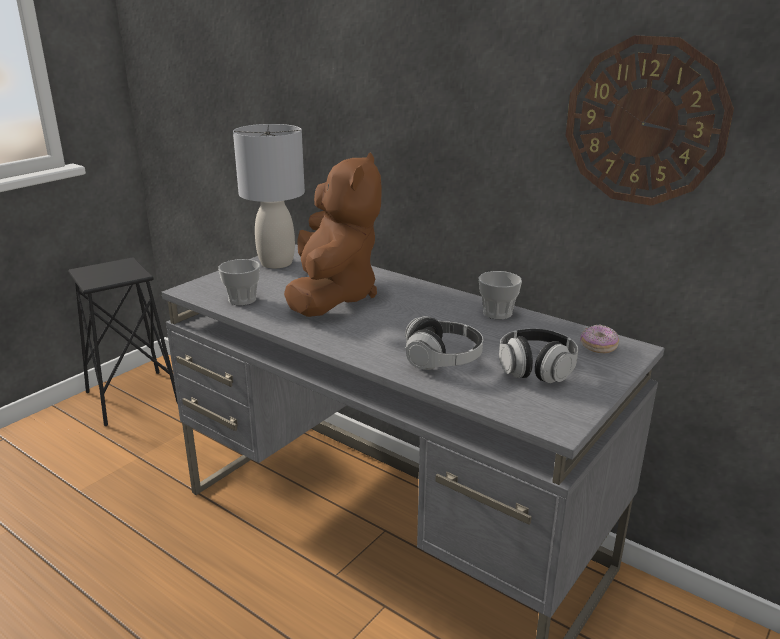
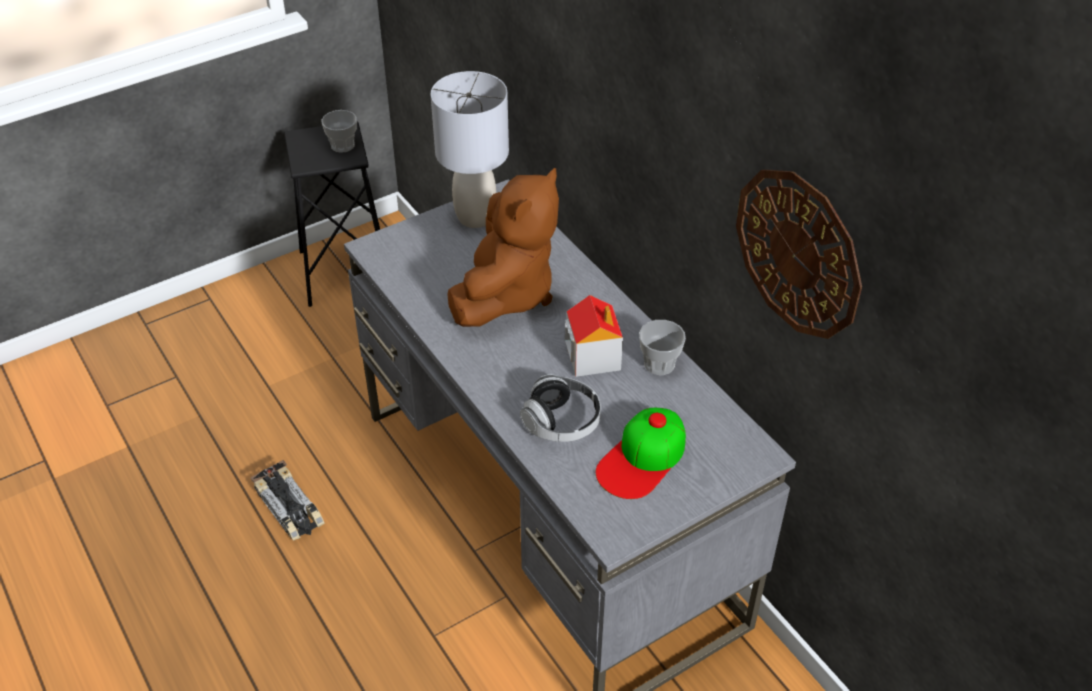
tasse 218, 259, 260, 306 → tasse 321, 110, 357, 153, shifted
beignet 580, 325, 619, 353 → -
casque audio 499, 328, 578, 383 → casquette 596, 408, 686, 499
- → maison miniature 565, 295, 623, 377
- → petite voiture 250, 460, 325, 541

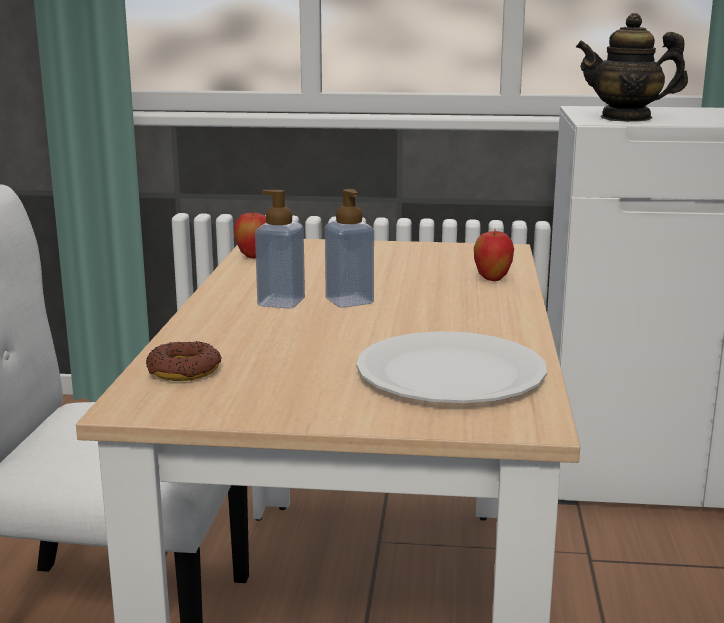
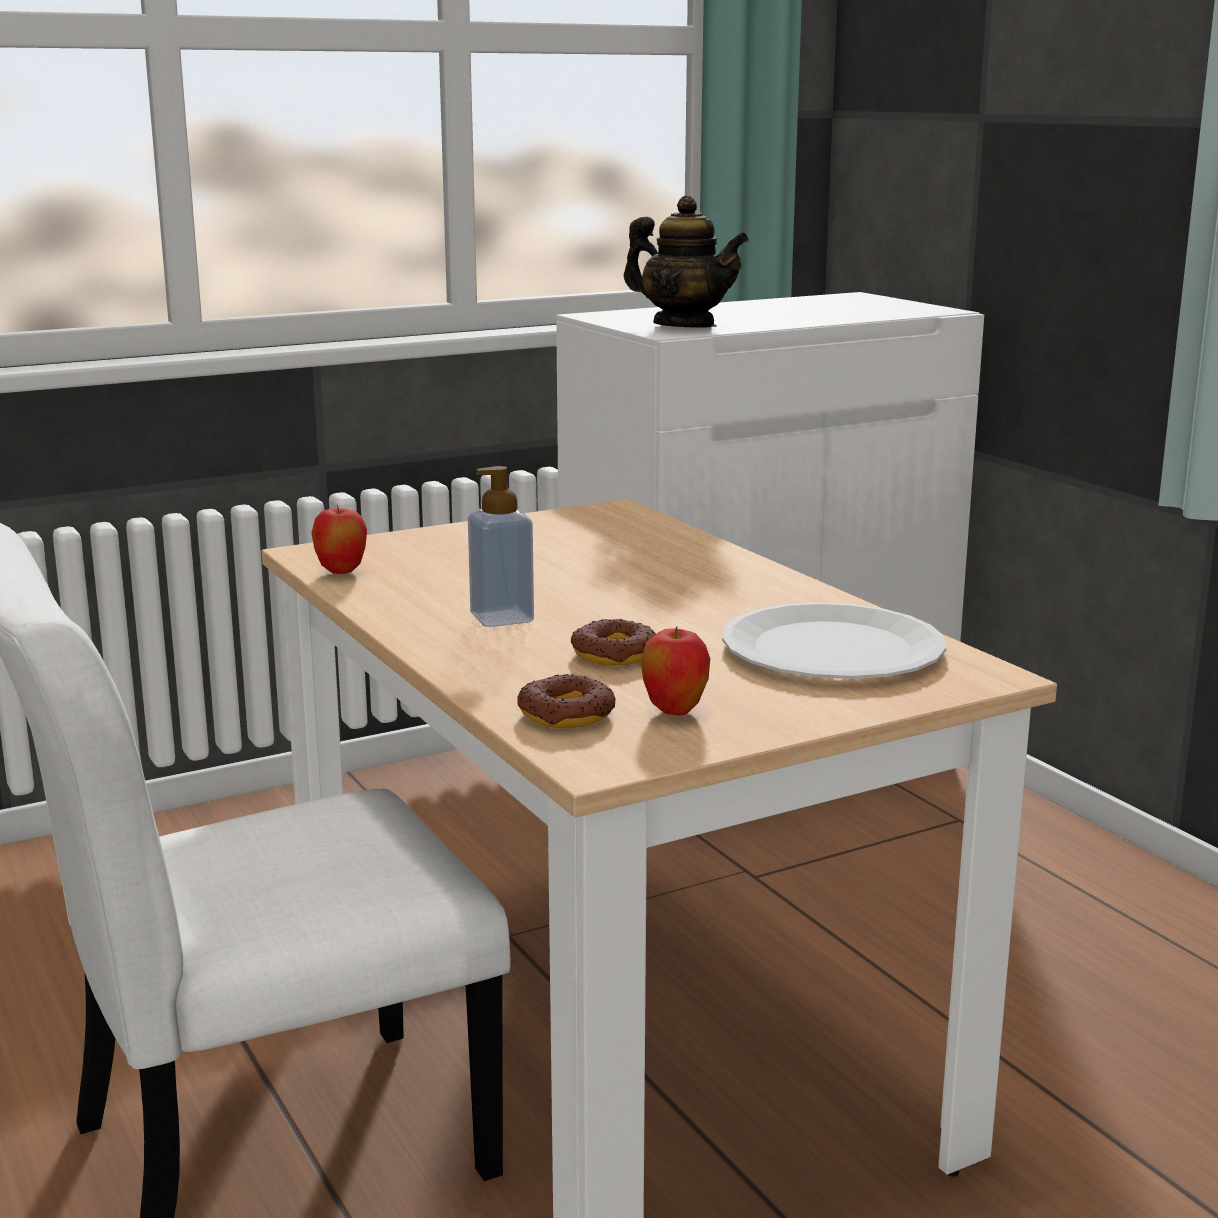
théière 576, 13, 688, 122 → théière 624, 195, 749, 328, 120 degrees counterclockwise
distributeur de savon 325, 189, 374, 308 → -
pomme 474, 229, 514, 281 → pomme 641, 626, 710, 715, shifted
- → beignet 571, 619, 656, 666

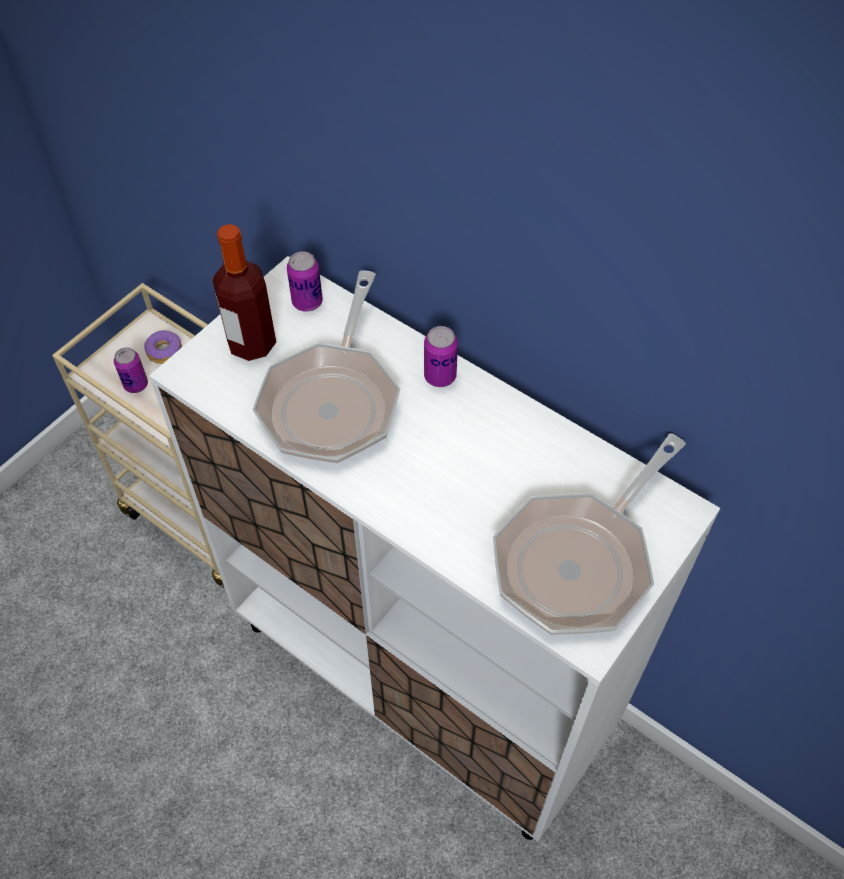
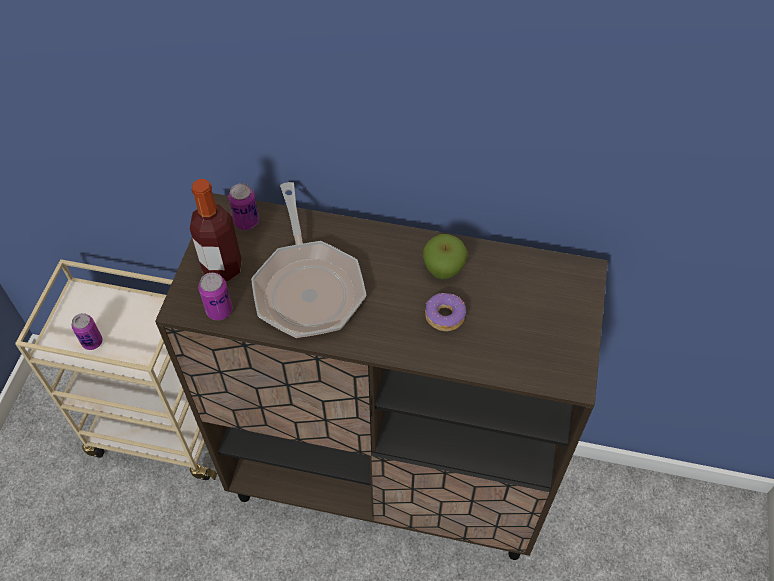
meuble de rangement/blanc 149, 256, 720, 842 → meuble de rangement/marron 155, 193, 608, 560
boîte métallique 424, 326, 458, 387 → boîte métallique 198, 273, 232, 320, shifted
beignet 144, 330, 182, 364 → beignet 425, 293, 466, 331, shifted
poêle 493, 433, 686, 635 → -
- → pomme 423, 234, 468, 280

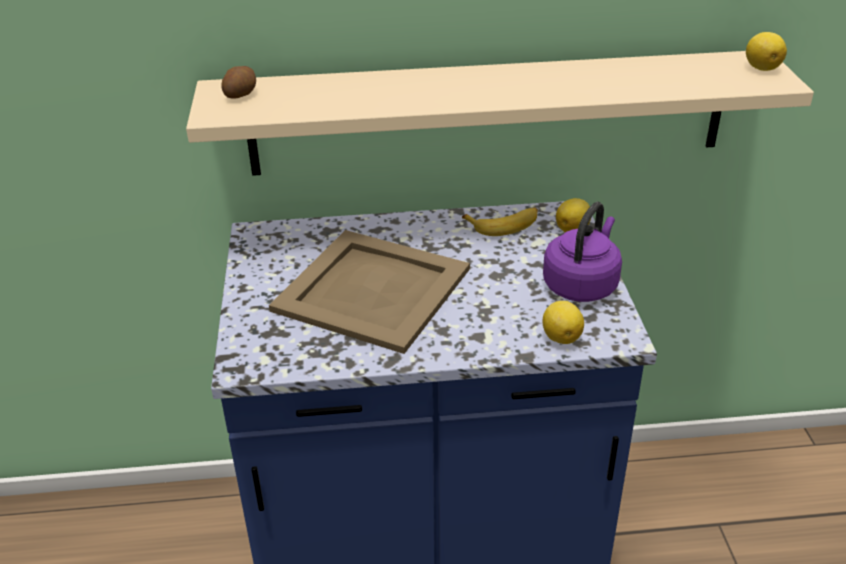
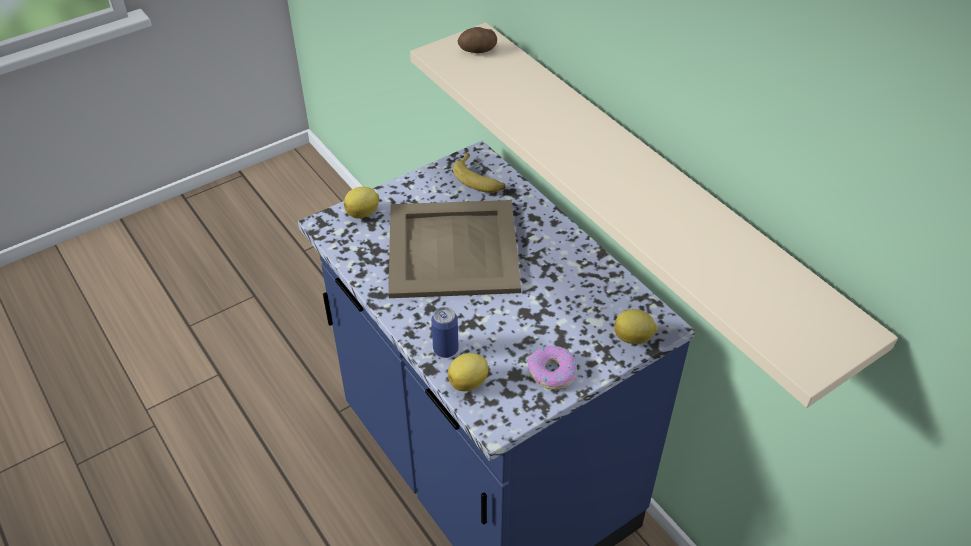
citron 746, 32, 787, 71 → citron 344, 187, 379, 218, shifted
bouilloire/violet 543, 202, 622, 302 → beignet 528, 345, 577, 389
banane 462, 208, 538, 236 → banane 453, 153, 505, 193, shifted
- → boîte métallique 431, 307, 459, 358

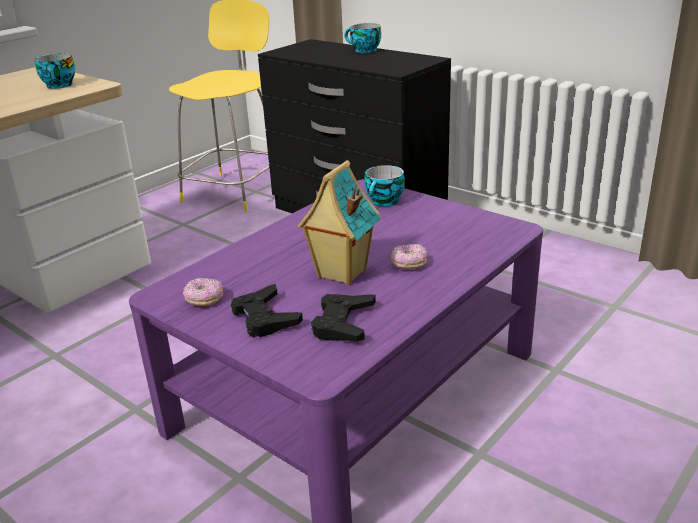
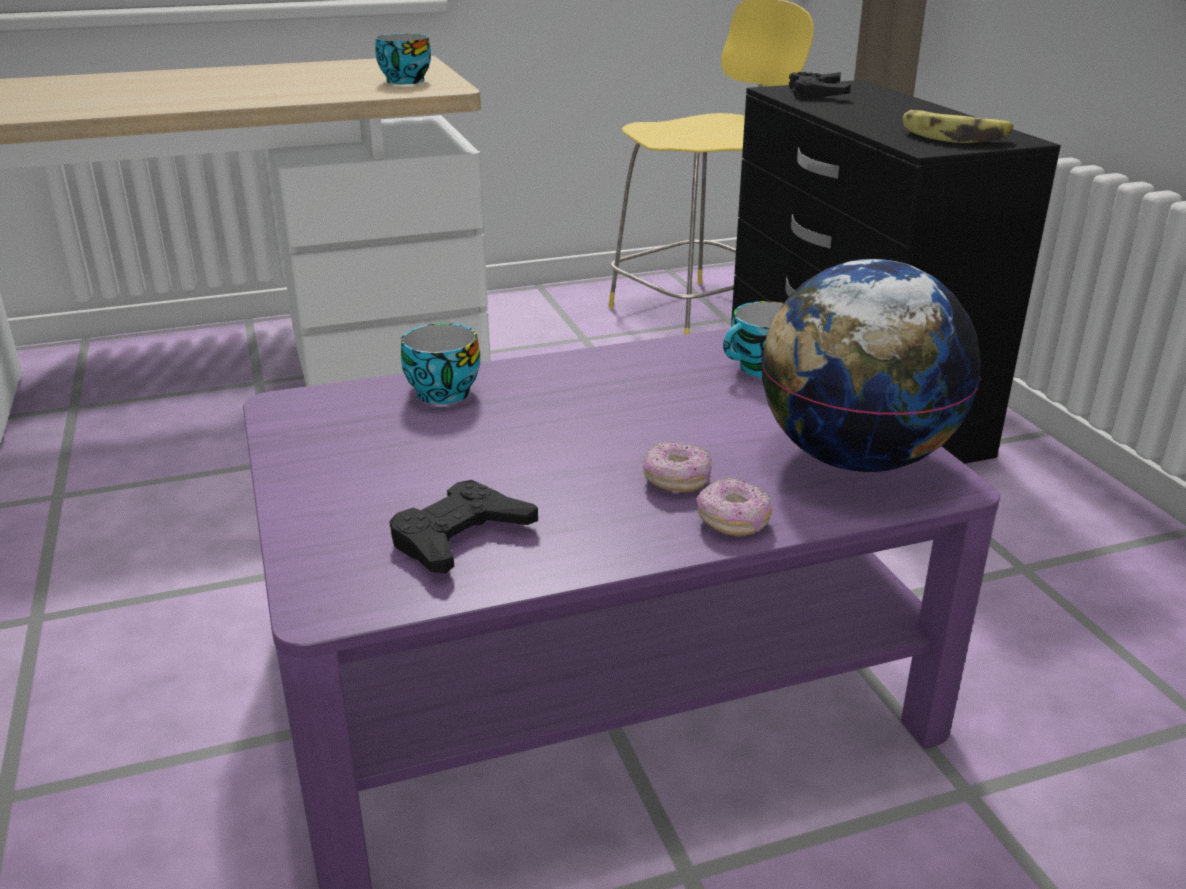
tasse 345, 23, 381, 53 → tasse 401, 323, 480, 404, shifted
maison miniature 297, 160, 381, 285 → -
beignet 183, 278, 223, 306 → beignet 696, 478, 773, 536, shifted
manette/noir 231, 284, 303, 338 → manette/noir 789, 72, 851, 98, shifted
- → banane 903, 110, 1013, 143
- → globe 761, 259, 981, 472

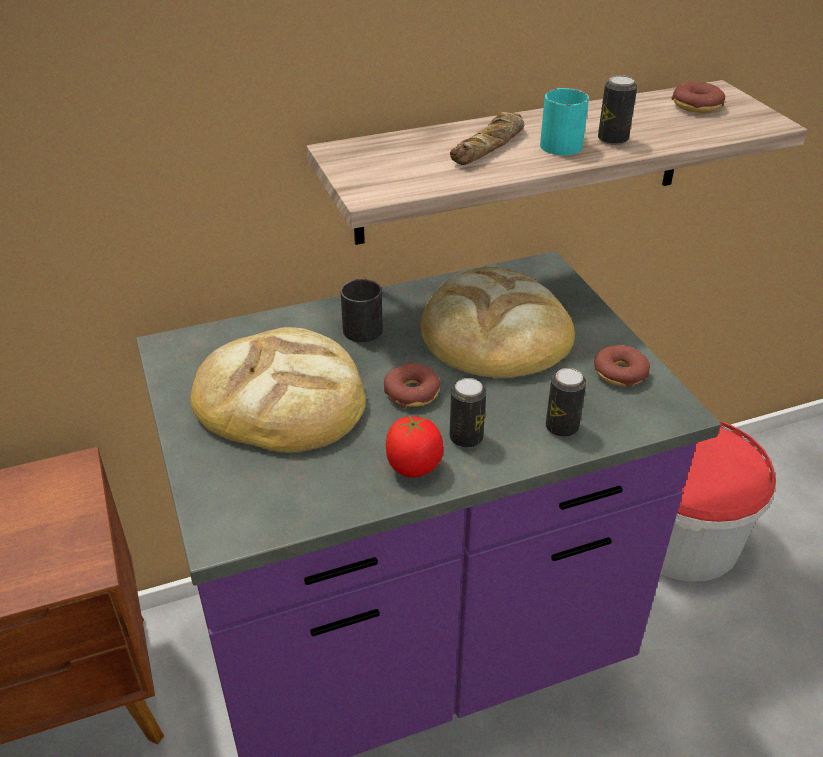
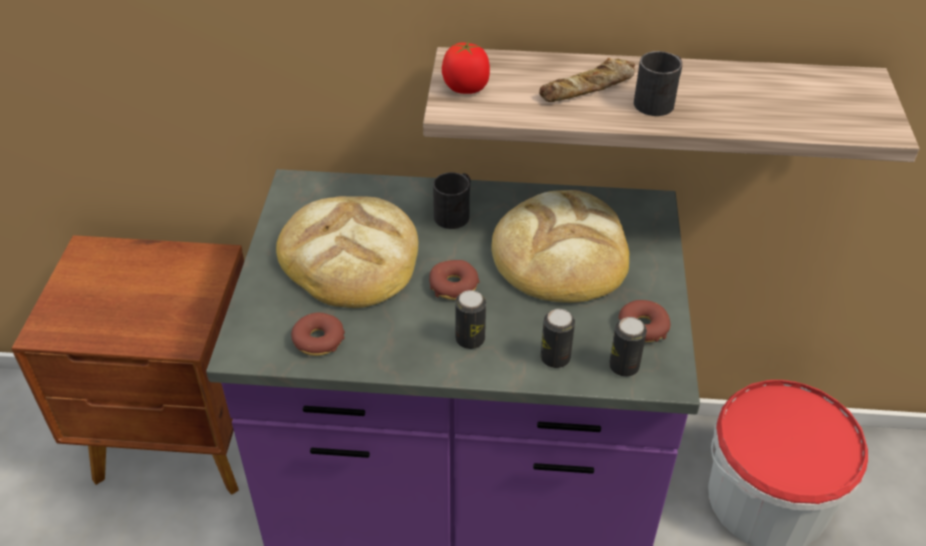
boîte métallique 598, 75, 637, 145 → boîte métallique 609, 317, 647, 377, shifted
beignet 671, 82, 725, 113 → beignet 291, 312, 345, 356, shifted
mug/turquoise 540, 88, 589, 156 → mug/noir 634, 51, 682, 116
tomate 386, 414, 443, 478 → tomate 442, 41, 490, 94, shifted

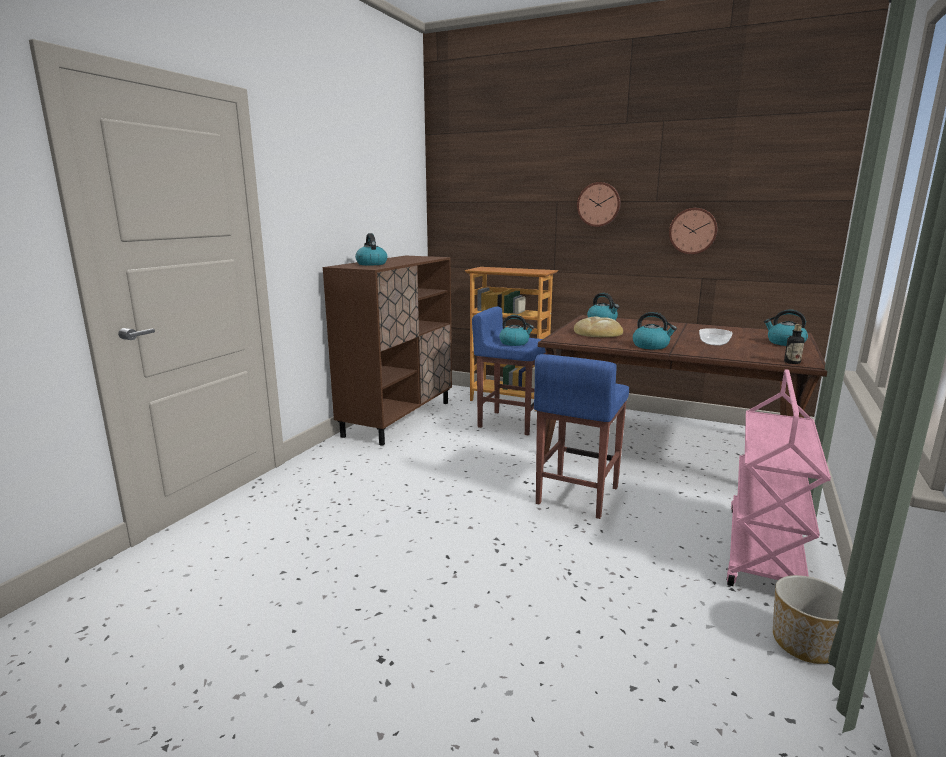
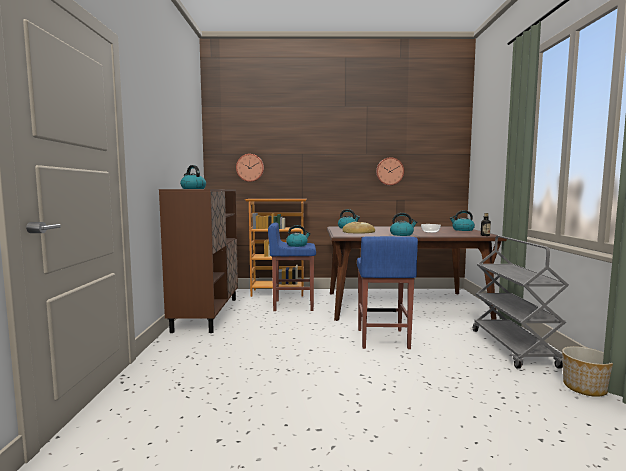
horloge murale 577, 182, 621, 227 → horloge murale 236, 154, 264, 182, shifted
chariot/rose 726, 369, 831, 586 → chariot/gris 473, 235, 569, 368

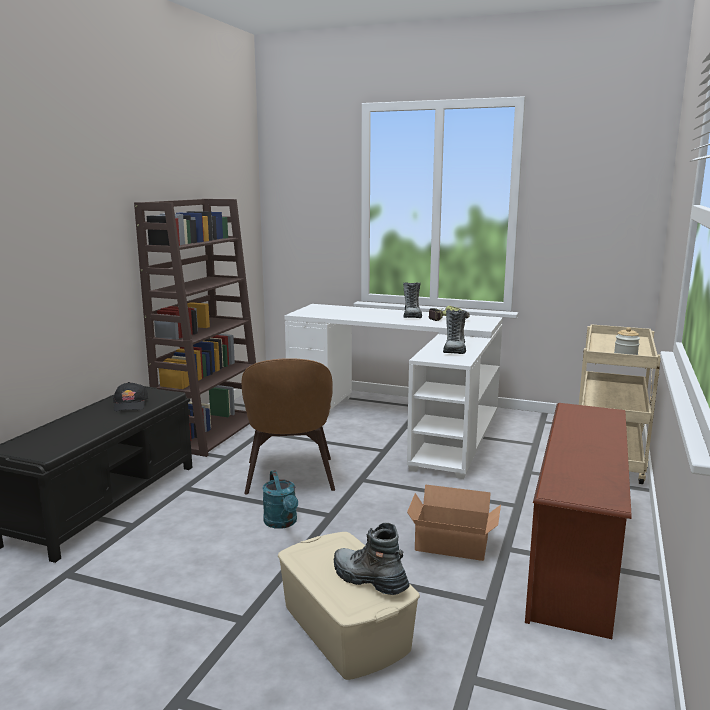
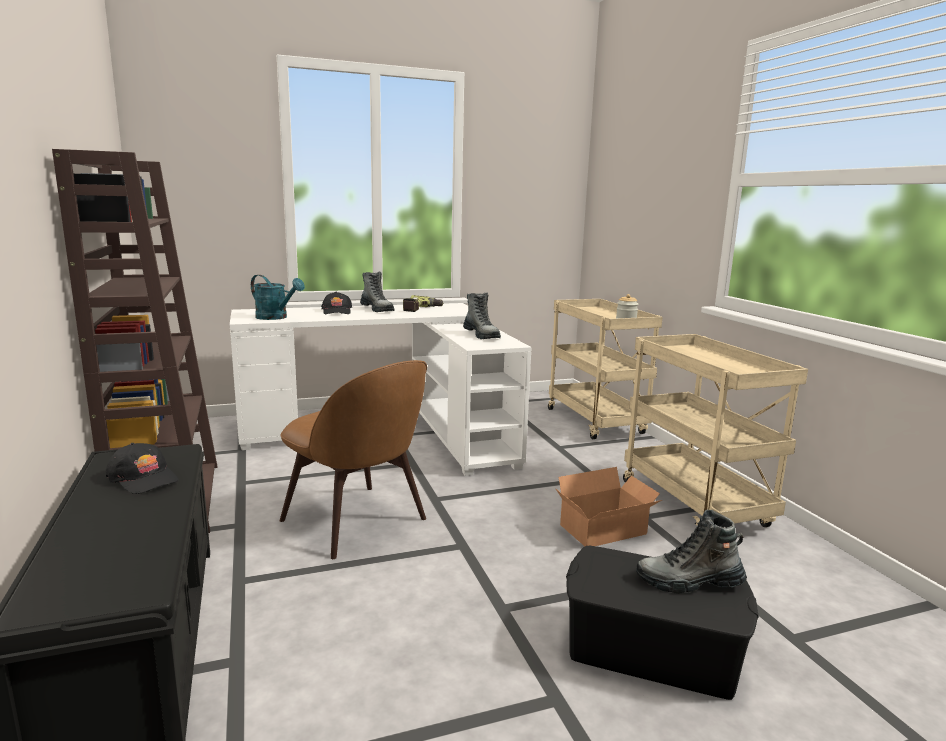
étagère à chaussures/marron 525, 403, 631, 639 → chariot/beige 623, 334, 808, 527
arrosoir/turquoise 262, 470, 298, 529 → arrosoir/turquoise 251, 275, 305, 320, shifted
boîte de rangement/beige 278, 532, 420, 680 → boîte de rangement/noir 566, 546, 759, 700
- → casquette/noir 321, 292, 352, 314

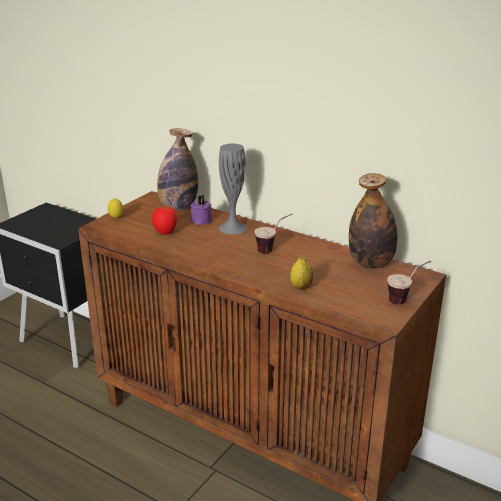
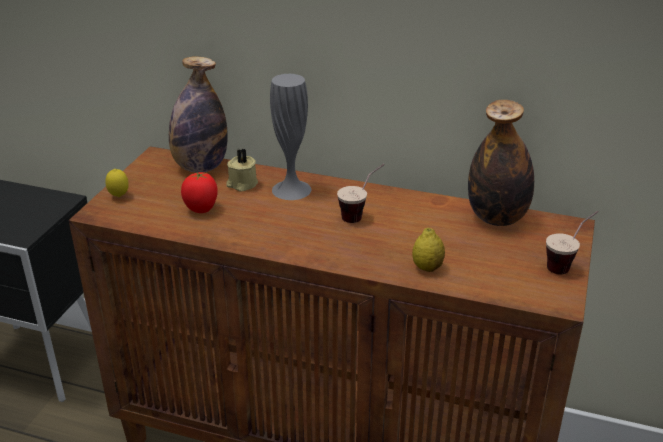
bougie/violet 190, 195, 212, 225 → bougie/beige 226, 149, 258, 192

